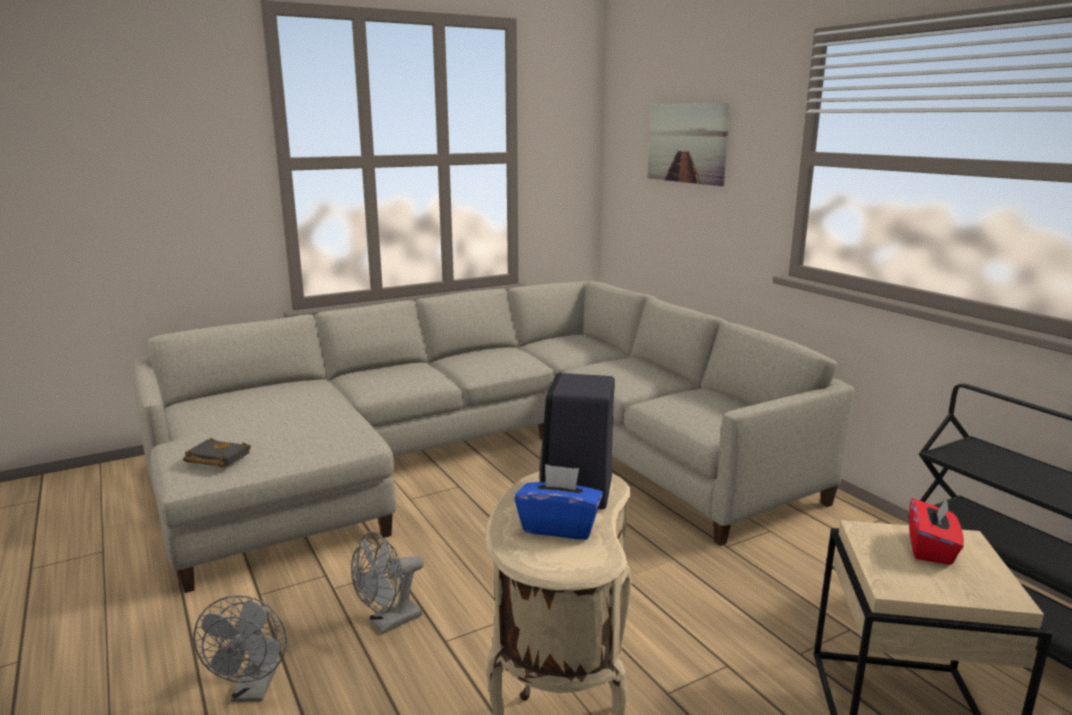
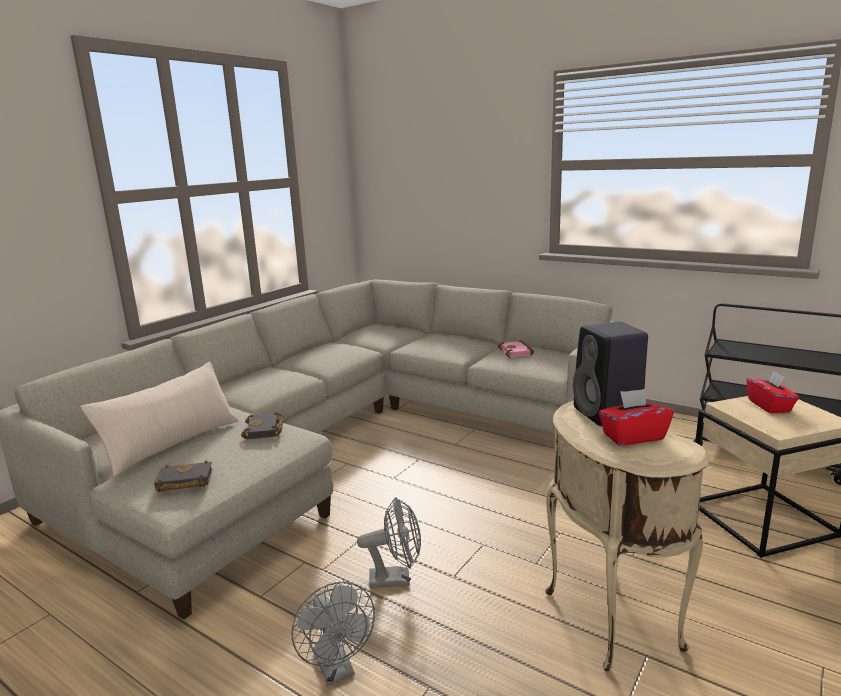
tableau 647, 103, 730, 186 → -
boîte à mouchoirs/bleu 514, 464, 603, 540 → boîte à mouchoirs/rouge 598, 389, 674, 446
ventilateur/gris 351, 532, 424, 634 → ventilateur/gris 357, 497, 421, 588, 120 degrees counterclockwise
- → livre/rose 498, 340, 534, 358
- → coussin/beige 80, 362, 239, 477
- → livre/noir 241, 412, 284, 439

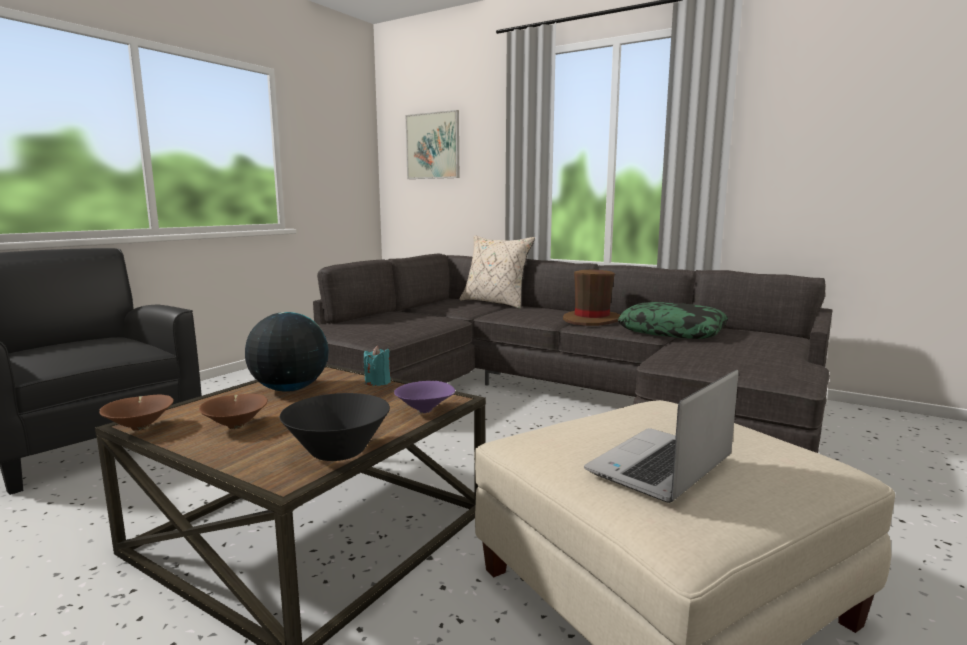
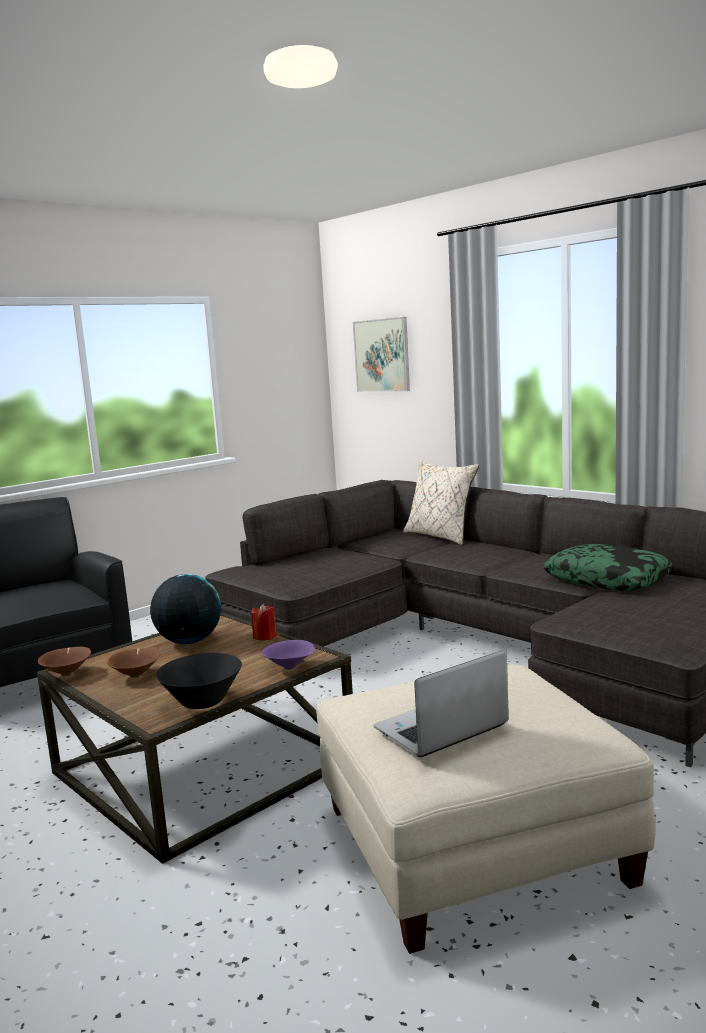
chapeau/marron 563, 269, 620, 326 → -
bougie/turquoise 364, 346, 391, 386 → bougie/rouge 251, 604, 277, 640

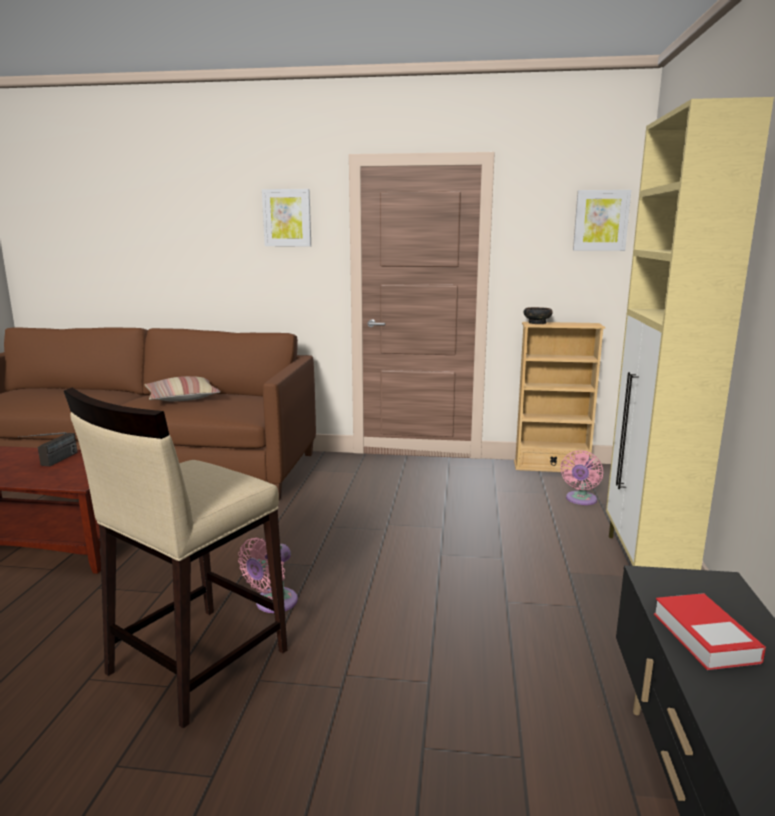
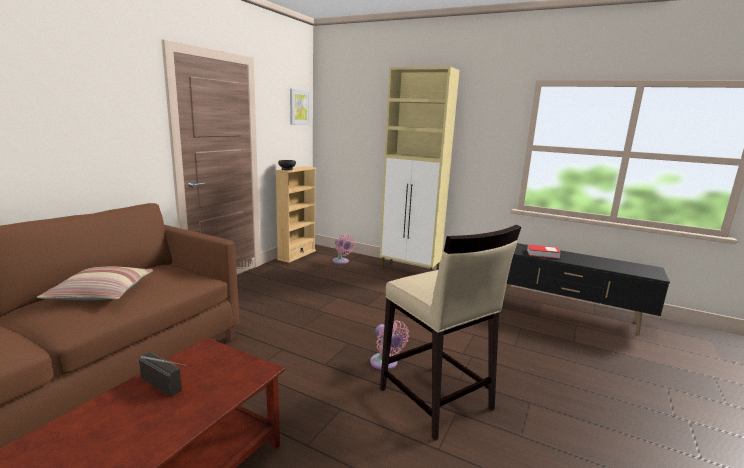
tableau 262, 189, 311, 246 → -

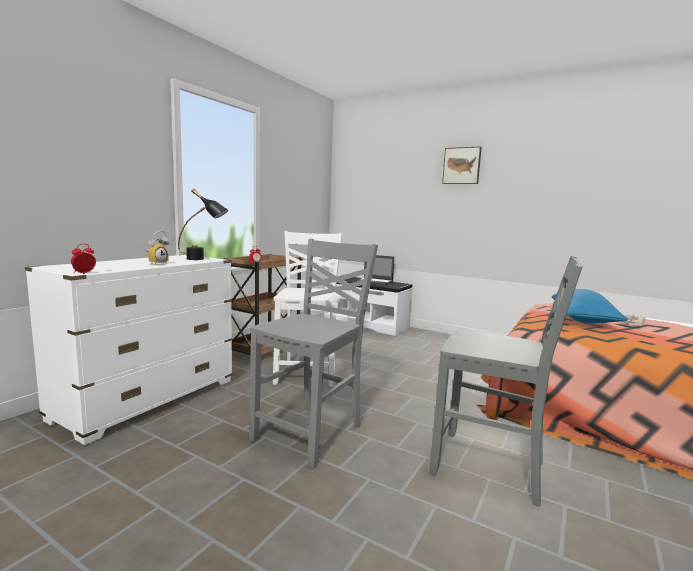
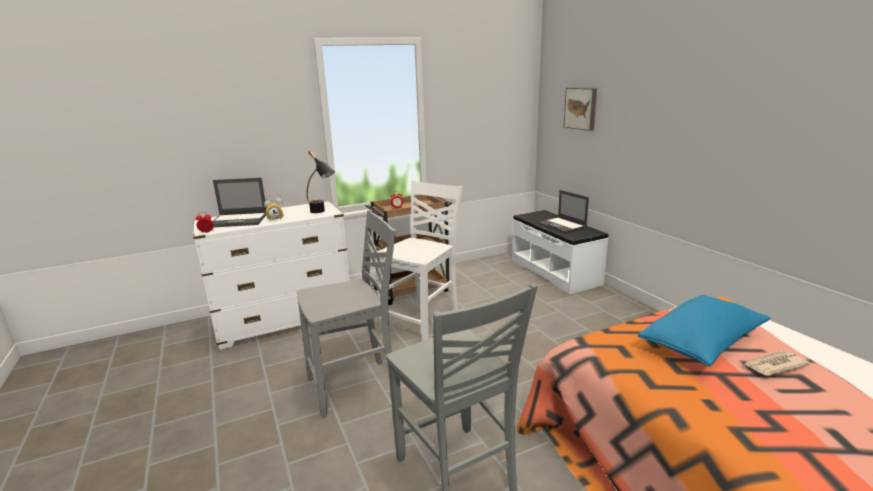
tableau 442, 146, 482, 184 → tableau 564, 88, 597, 131, shifted
- → ordinateur portable 212, 178, 266, 227

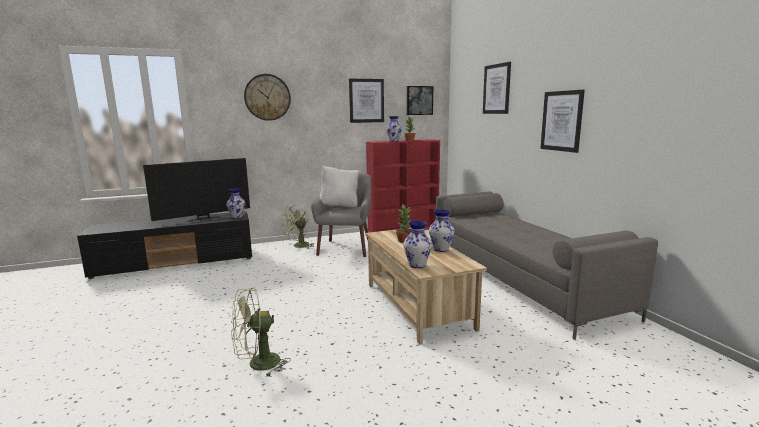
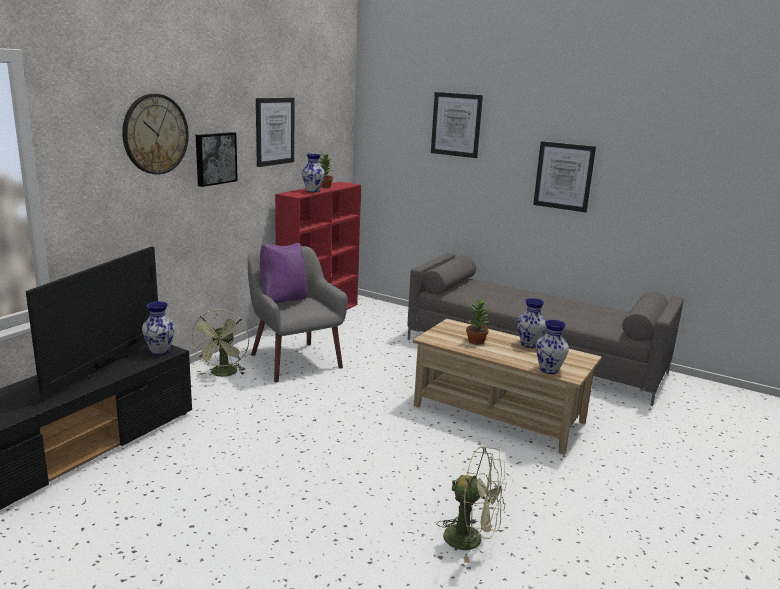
tableau 407, 86, 433, 115 → tableau 196, 132, 238, 187, shifted
coussin/blanc 320, 166, 359, 207 → coussin/violet 260, 243, 307, 303
ventilateur/vert 231, 288, 291, 376 → ventilateur/vert 437, 446, 507, 563, 90 degrees counterclockwise

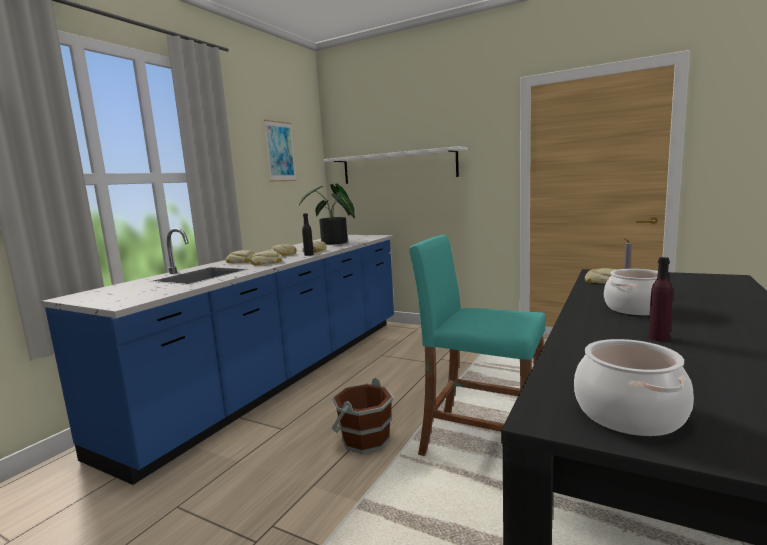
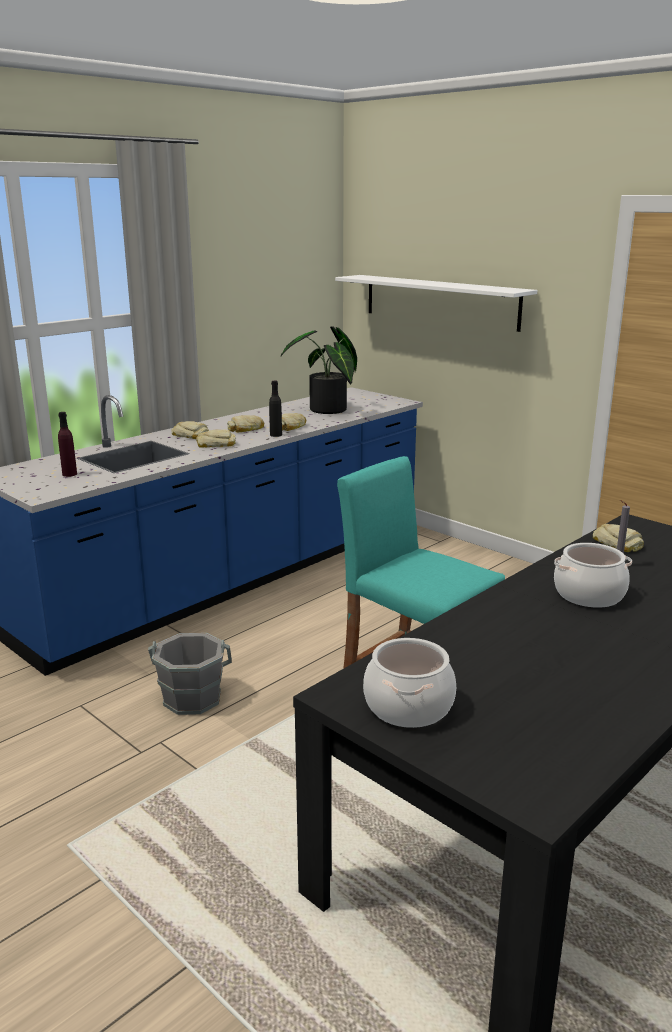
tableau 264, 120, 297, 182 → -
bouteille/violet 648, 257, 673, 342 → bouteille/violet 58, 412, 77, 477, shifted
seau/marron 331, 378, 394, 454 → -
- → seau/gris 148, 633, 232, 715

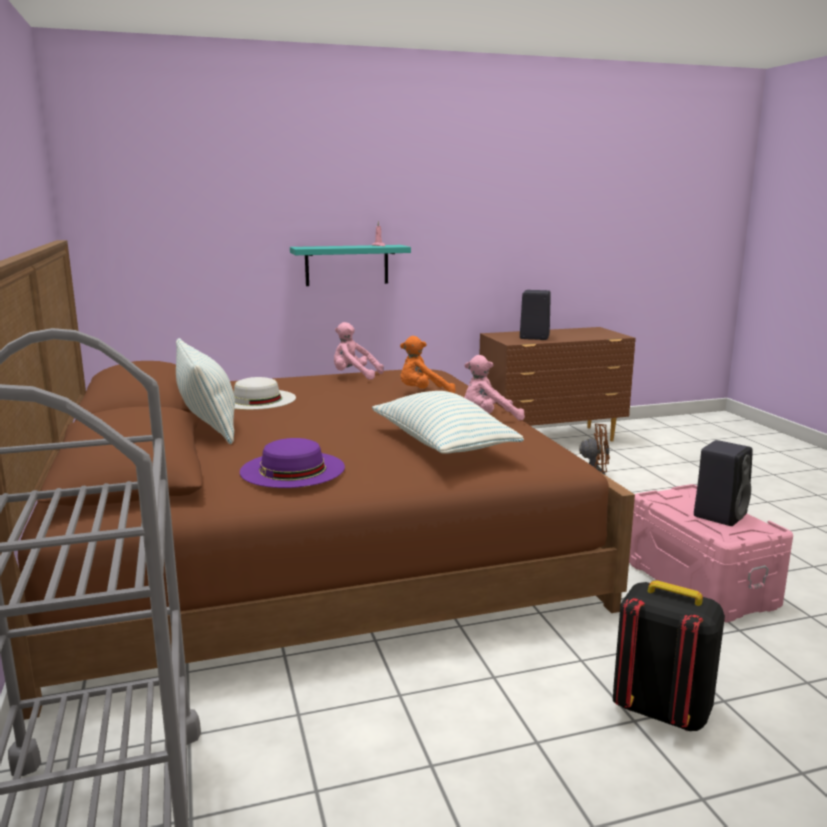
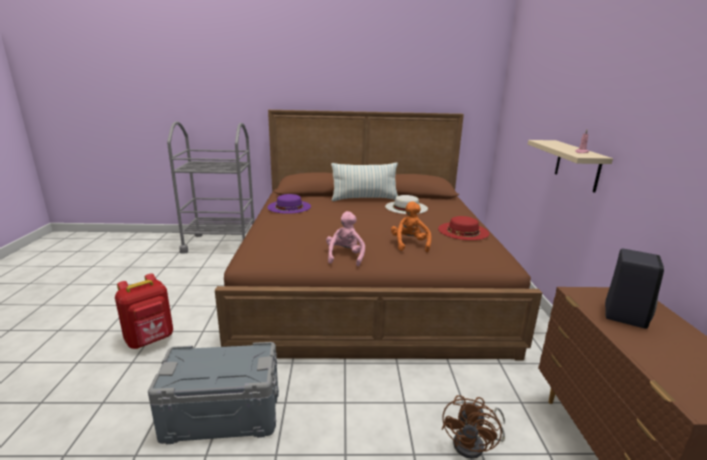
étagère/turquoise 290, 245, 411, 286 → étagère/beige 528, 140, 613, 193
peluche/rose 334, 322, 384, 380 → chapeau/rouge 438, 216, 489, 240
coussin 372, 391, 524, 454 → -
enceinte/noir 694, 440, 753, 526 → -
boîte de rangement/rose 629, 484, 793, 623 → boîte de rangement/gris 148, 342, 279, 444
sac à dos/noir 613, 580, 725, 731 → sac à dos/rouge 115, 273, 173, 349

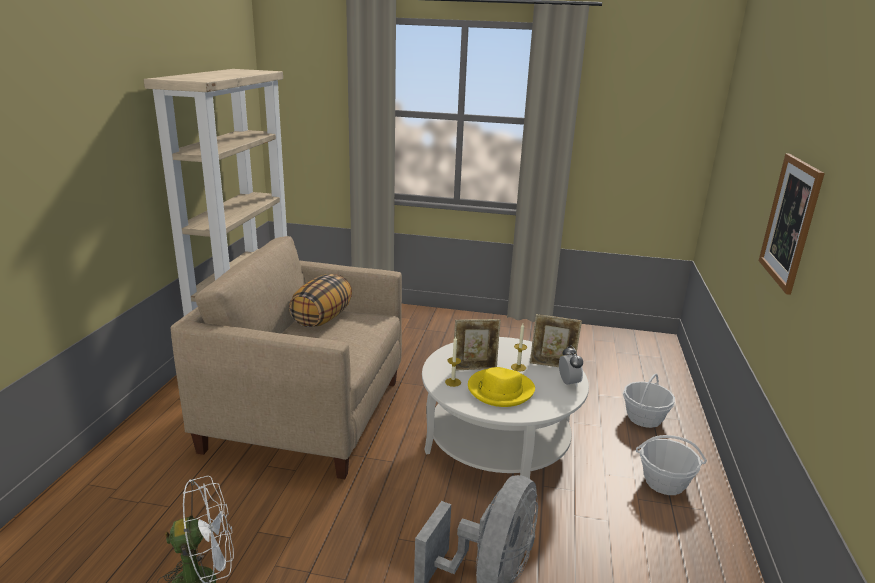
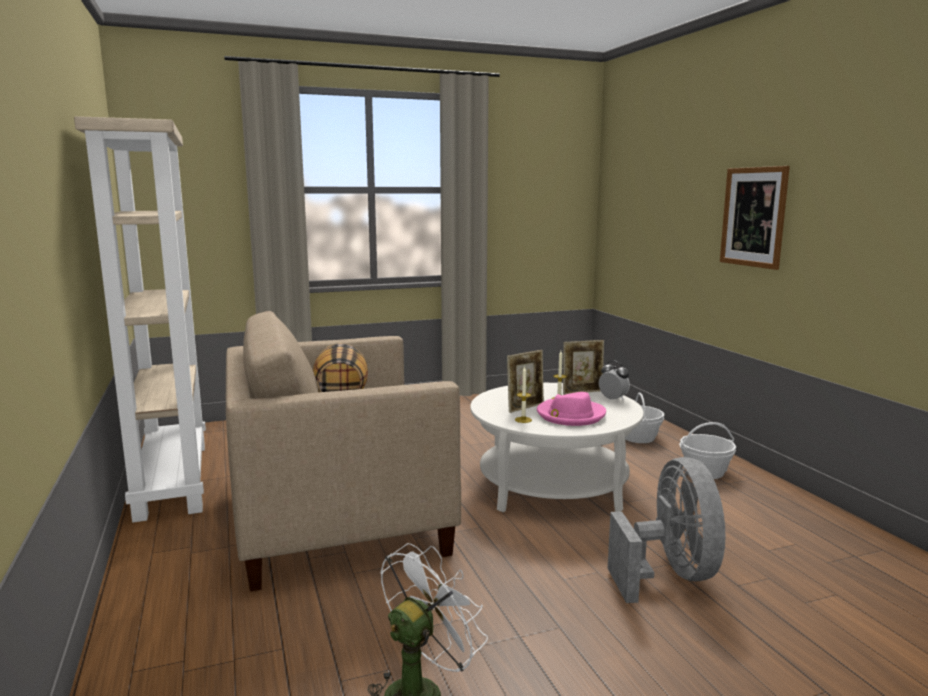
chapeau/jaune 468, 367, 535, 407 → chapeau/rose 537, 392, 606, 426

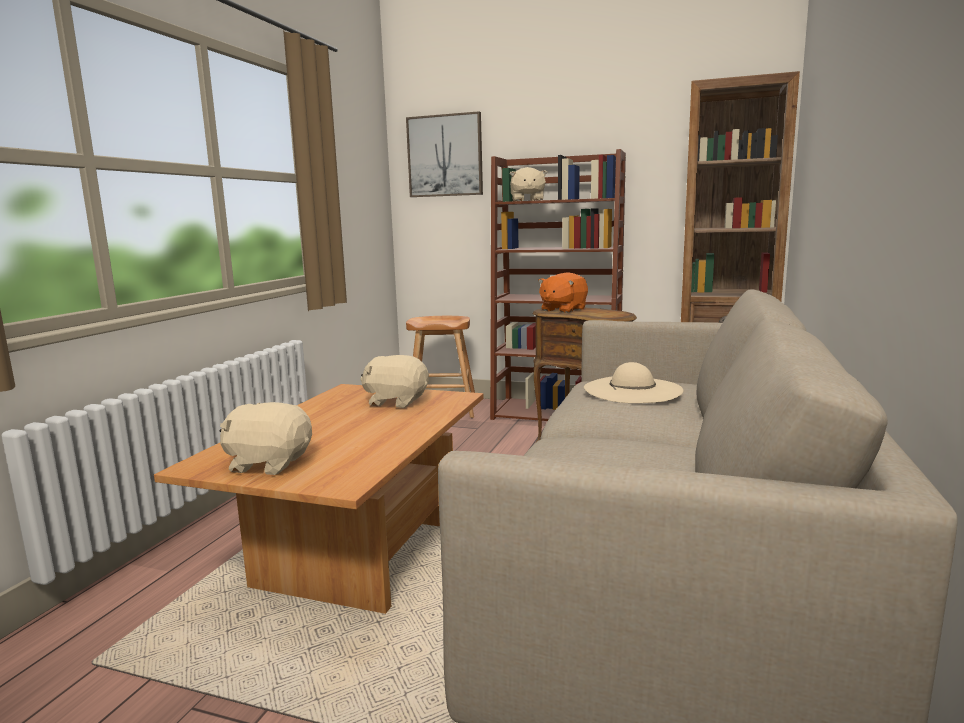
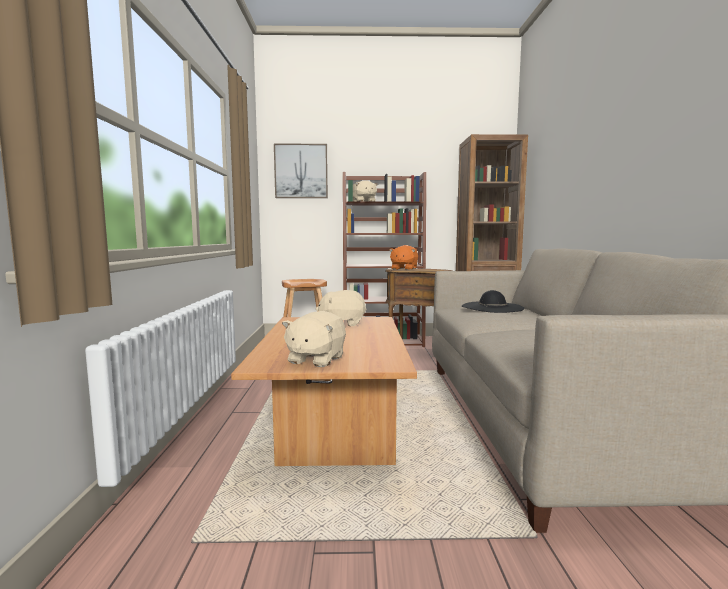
chapeau/beige 584, 362, 683, 403 → chapeau/noir 462, 290, 524, 313
peluche/beige 220, 402, 312, 475 → peluche/beige 282, 311, 346, 367, 60 degrees counterclockwise

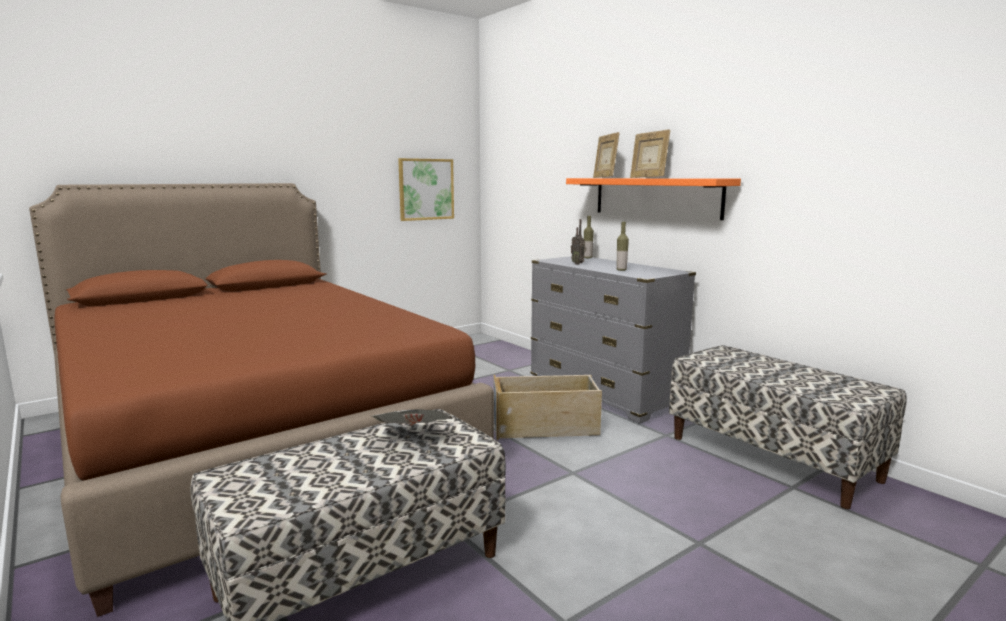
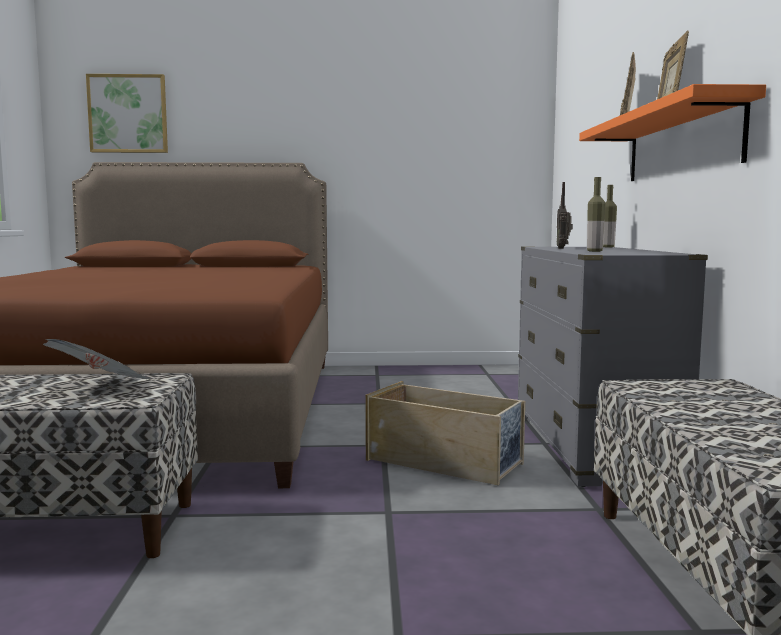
tableau 398, 158, 454, 221 → tableau 86, 74, 168, 153, shifted

